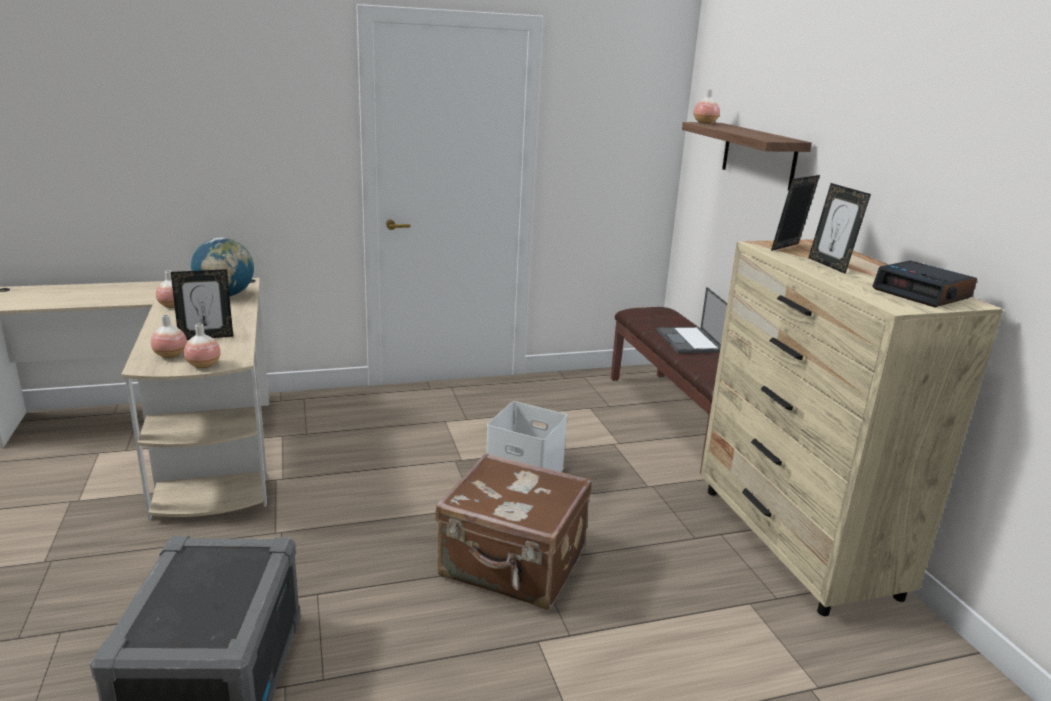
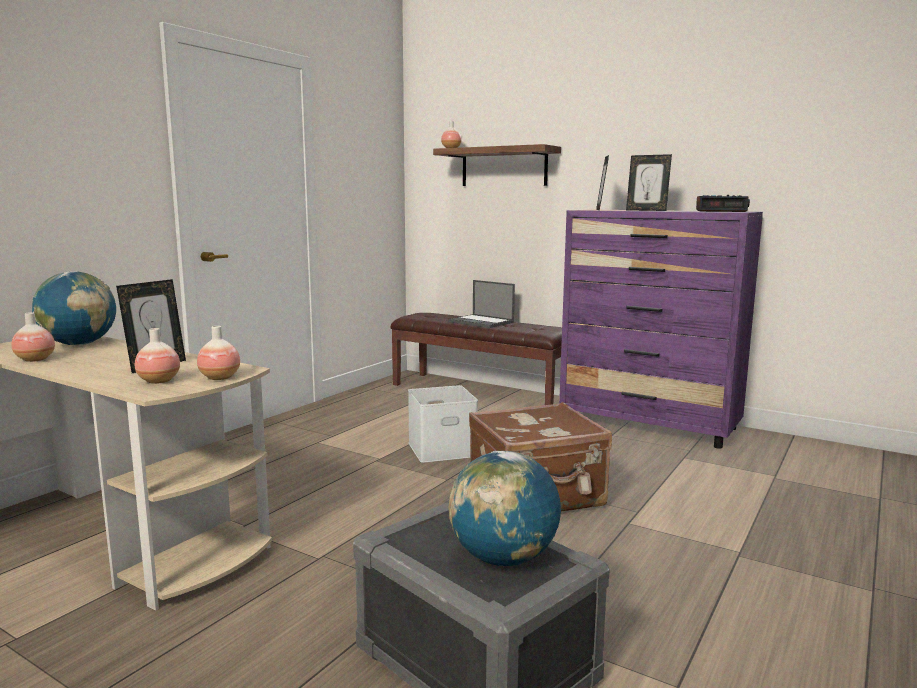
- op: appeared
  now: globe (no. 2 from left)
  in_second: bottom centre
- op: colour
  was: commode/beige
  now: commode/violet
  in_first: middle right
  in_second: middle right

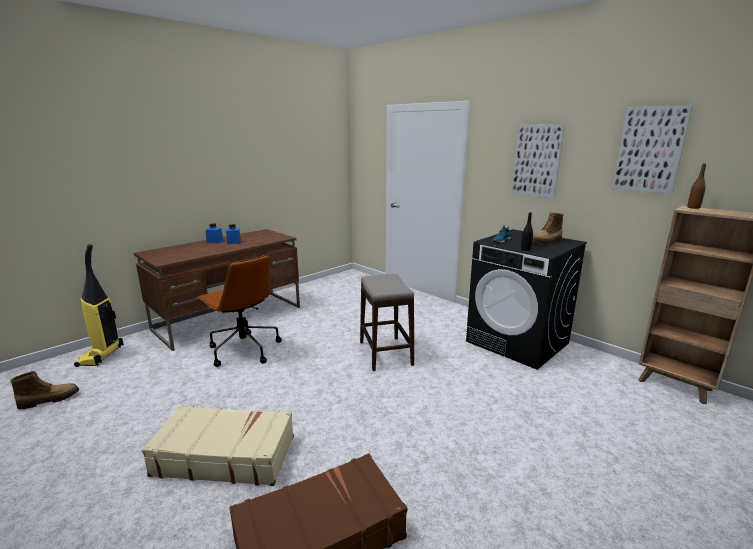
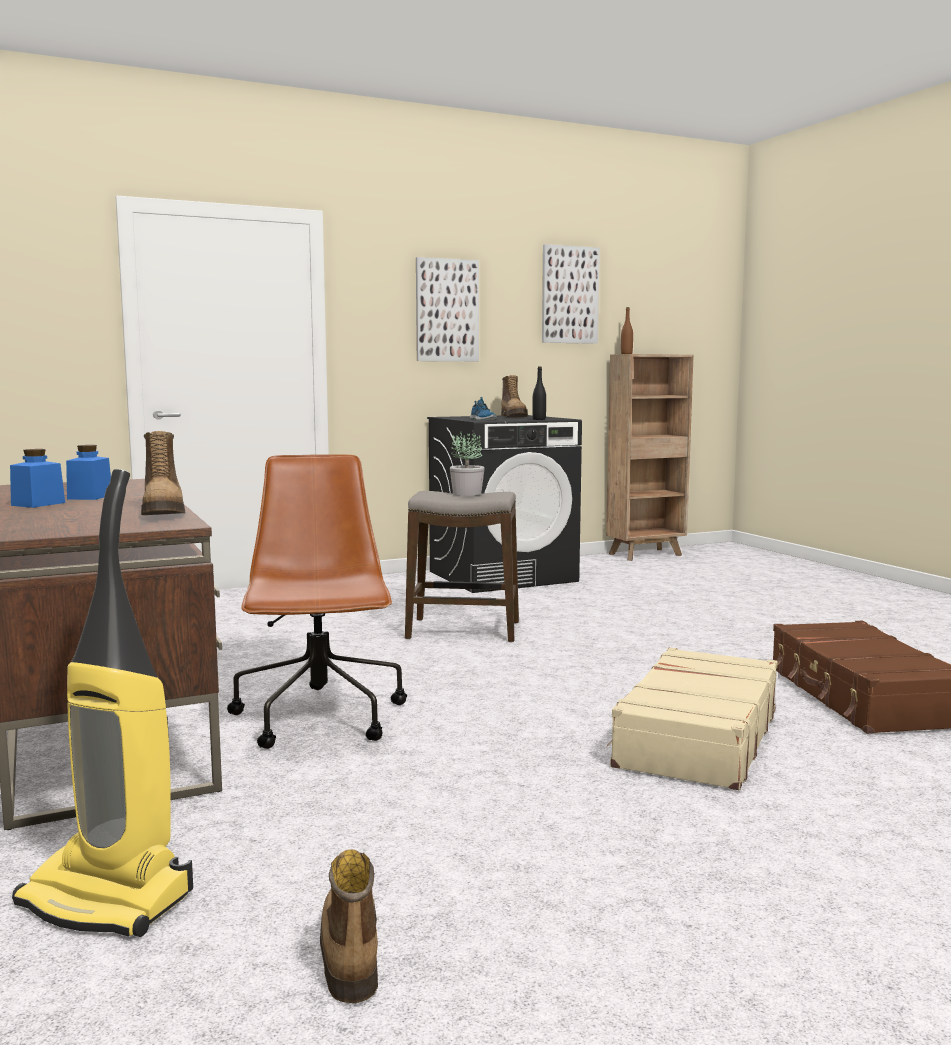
- op: appeared
  now: botte (no. 1 from left)
  in_second: middle left
- op: appeared
  now: plante en pot
  in_second: centre
- op: spun
  was: chaise de bureau/marron
  in_first: middle left
  in_second: centre
  clockwise: -75

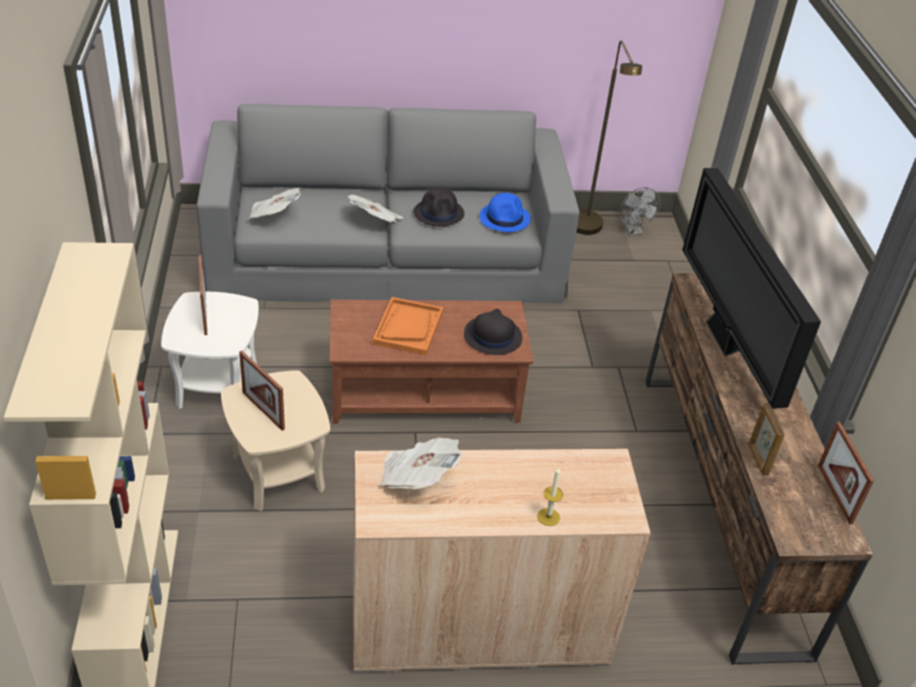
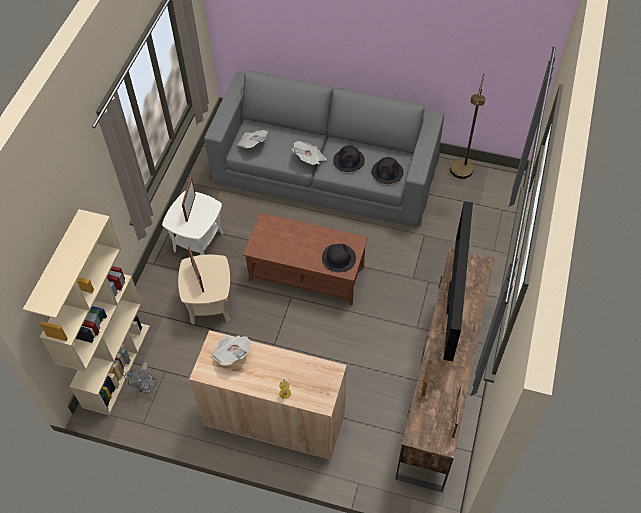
- op: missing
  was: plateau/orange
  in_first: centre
- op: relocated
  was: ventilateur/gris
  in_first: top right
  in_second: bottom left
- op: colour
  was: chapeau/bleu
  now: chapeau/noir (no. 3 from left)
  in_first: top centre
  in_second: top centre

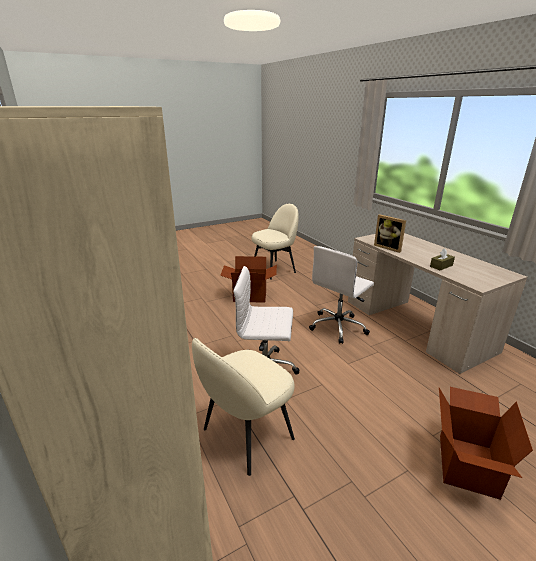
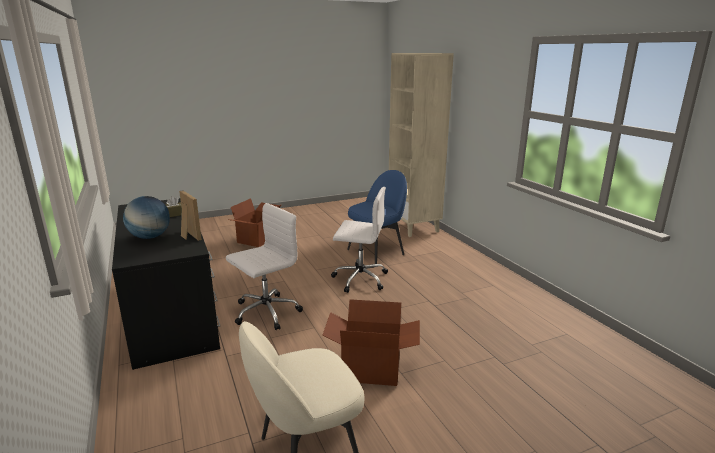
- op: appeared
  now: globe
  in_second: middle left
- op: colour
  was: chaise/beige (no. 1 from left)
  now: chaise/bleu
  in_first: bottom centre
  in_second: centre
- op: colour
  was: bureau/beige
  now: bureau/noir
  in_first: middle right
  in_second: middle left

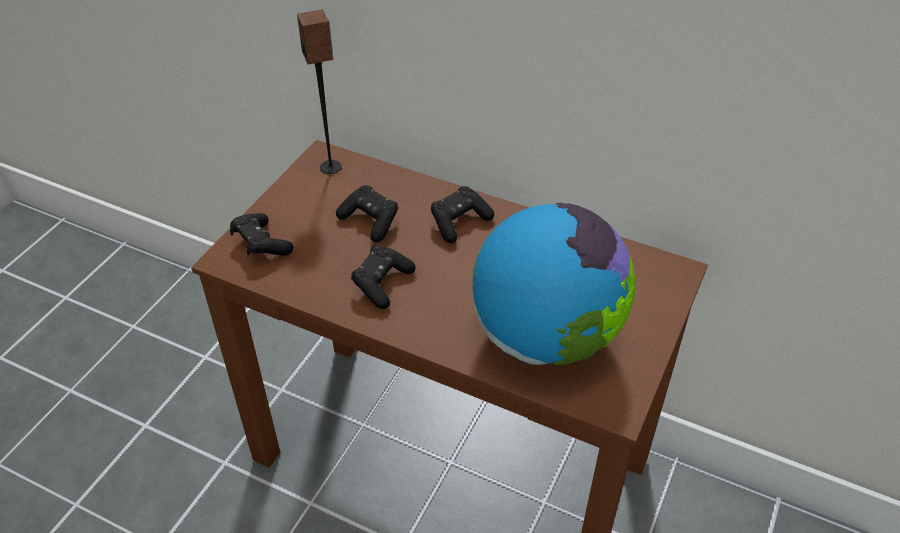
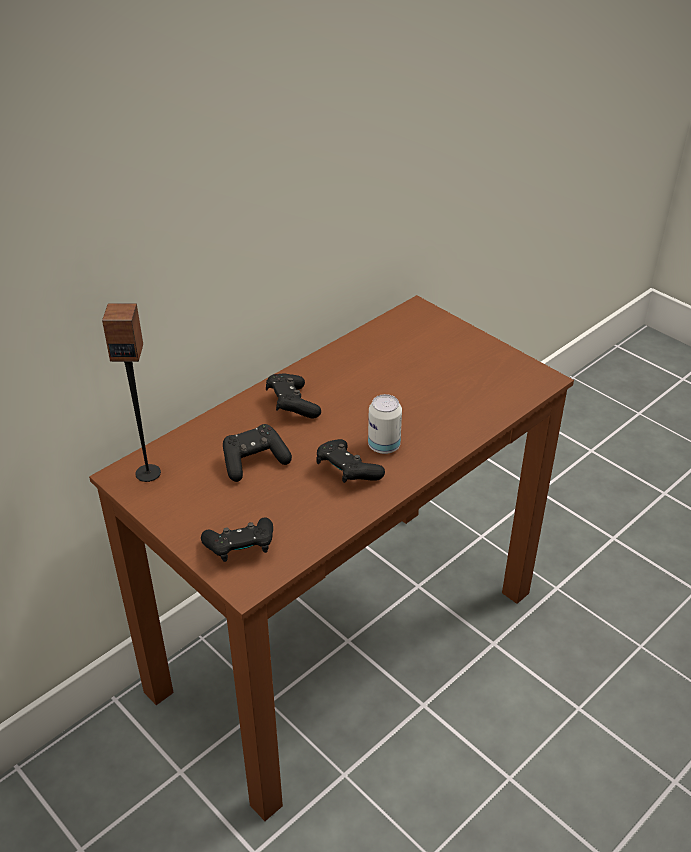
- op: missing
  was: globe
  in_first: centre
- op: appeared
  now: boîte métallique
  in_second: centre

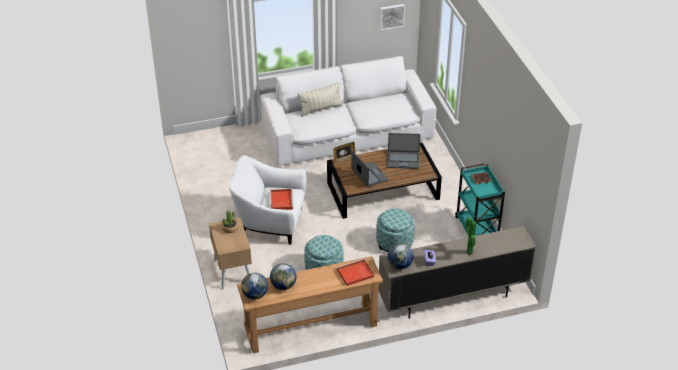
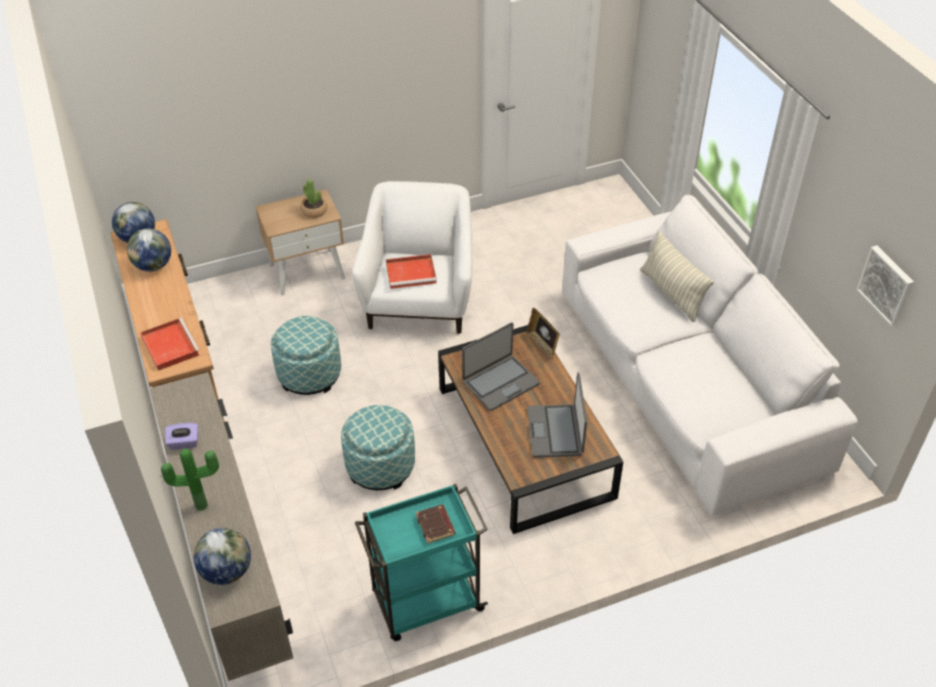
- op: relocated
  was: globe (no. 3 from left)
  in_first: bottom centre
  in_second: bottom left

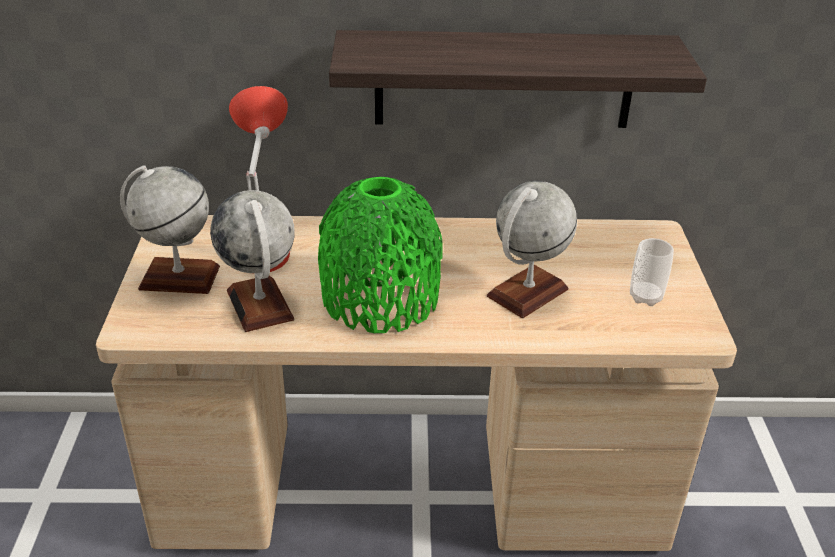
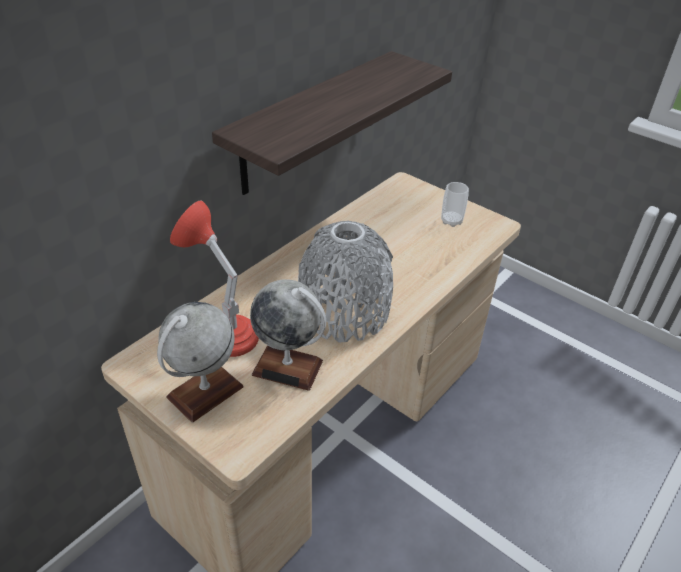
- op: missing
  was: globe (no. 3 from left)
  in_first: centre
- op: colour
  was: vase/vert
  now: vase/gris
  in_first: centre
  in_second: centre

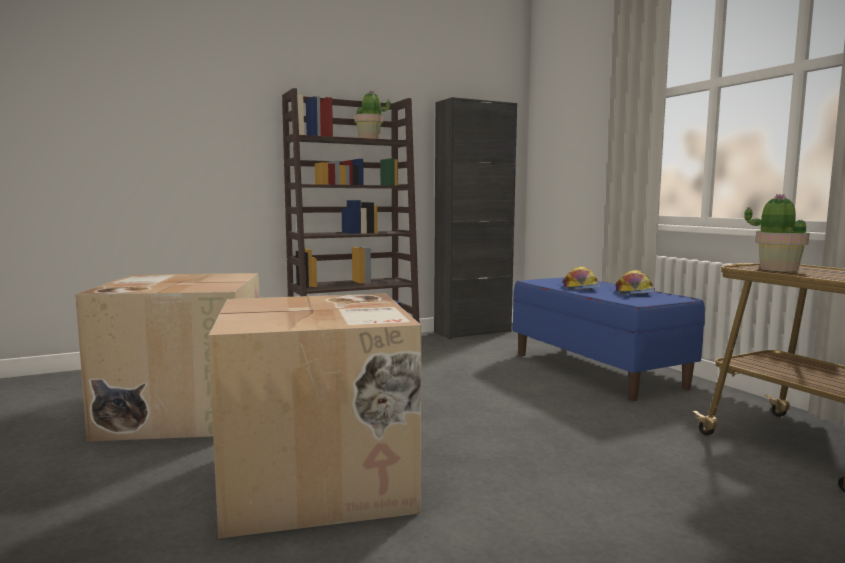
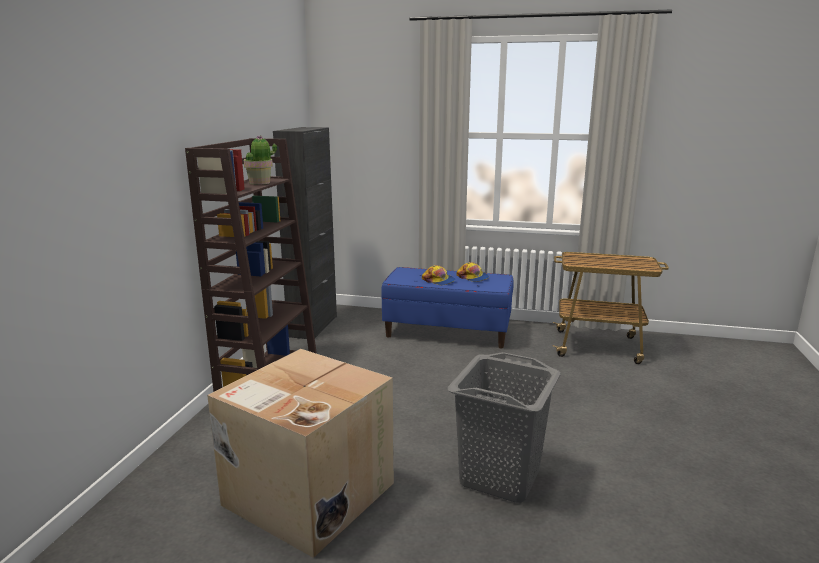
- op: missing
  was: plante en pot (no. 2 from left)
  in_first: middle right
- op: exchanged
  was: carton (no. 2 from left)
  now: panier à linge/gris
  in_first: bottom centre
  in_second: bottom centre

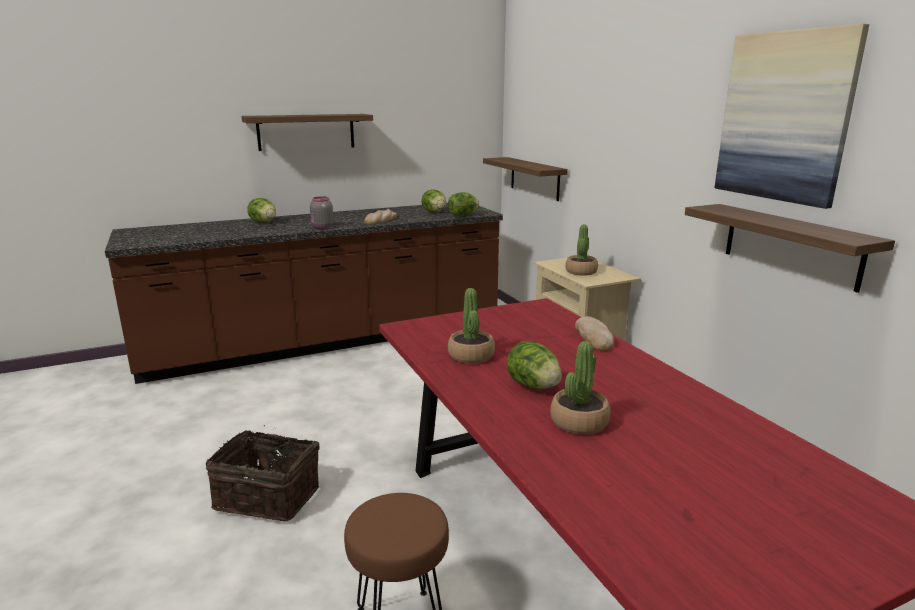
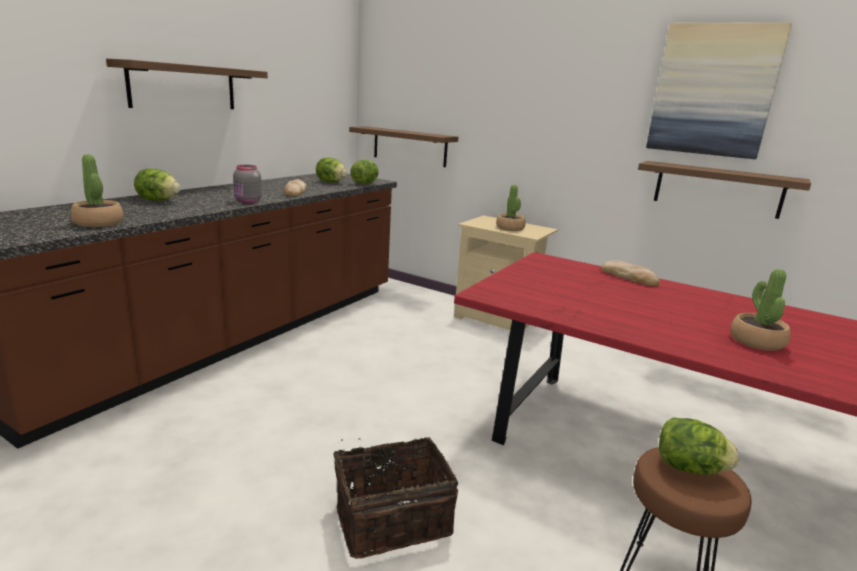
- op: relocated
  was: plante en pot (no. 1 from left)
  in_first: centre
  in_second: top left
- op: relocated
  was: laitue (no. 4 from left)
  in_first: centre
  in_second: bottom right

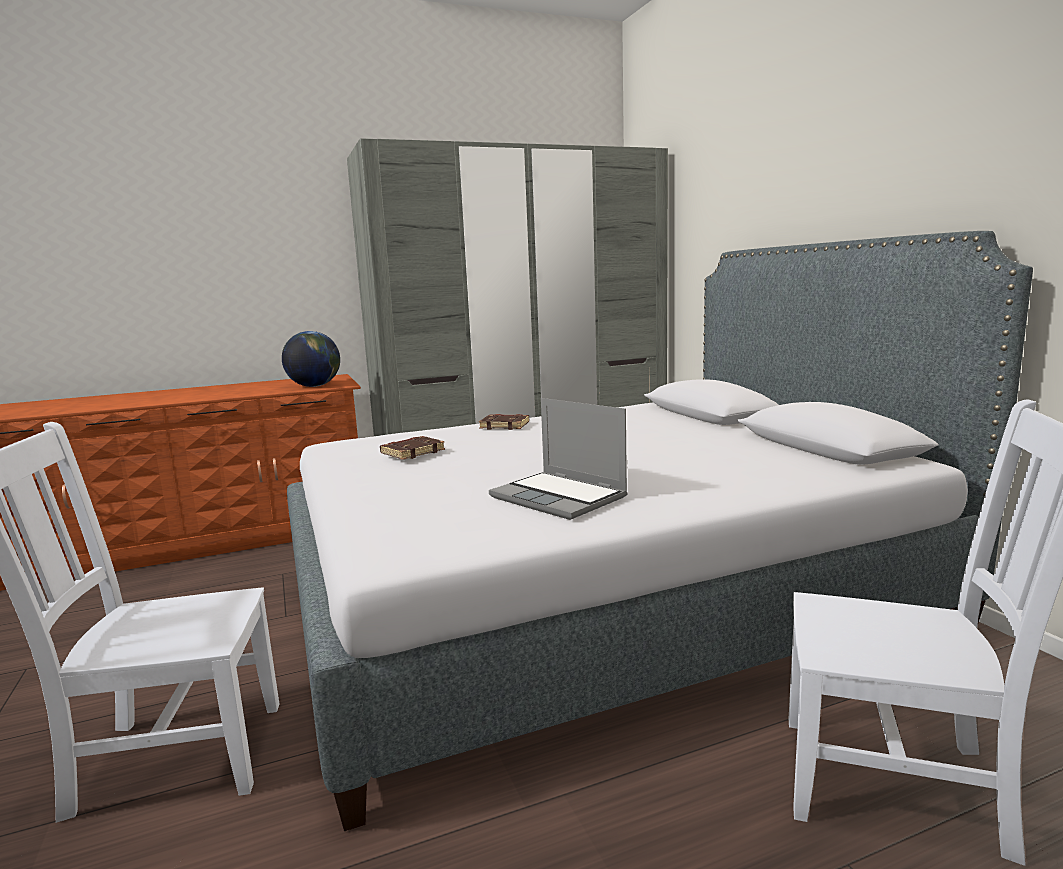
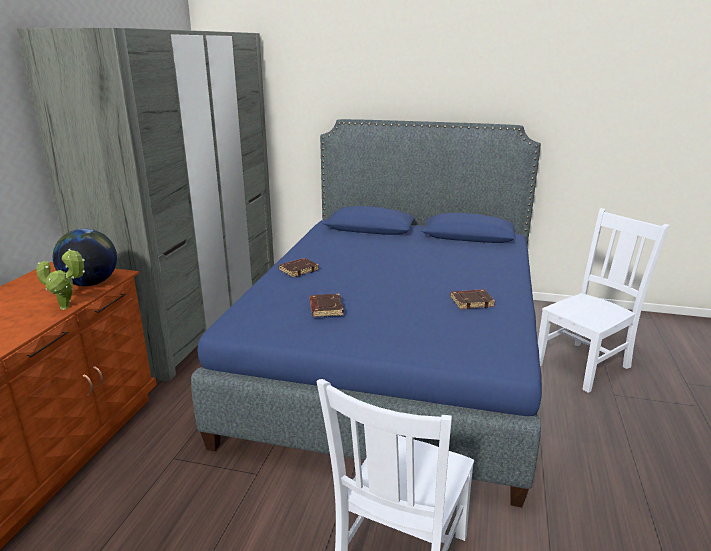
- op: appeared
  now: plante en pot
  in_second: middle left
- op: exchanged
  was: ordinateur portable
  now: livre/marron (no. 3 from left)
  in_first: centre
  in_second: centre
- op: colour
  was: lit/gris
  now: lit/bleu
  in_first: centre
  in_second: centre

